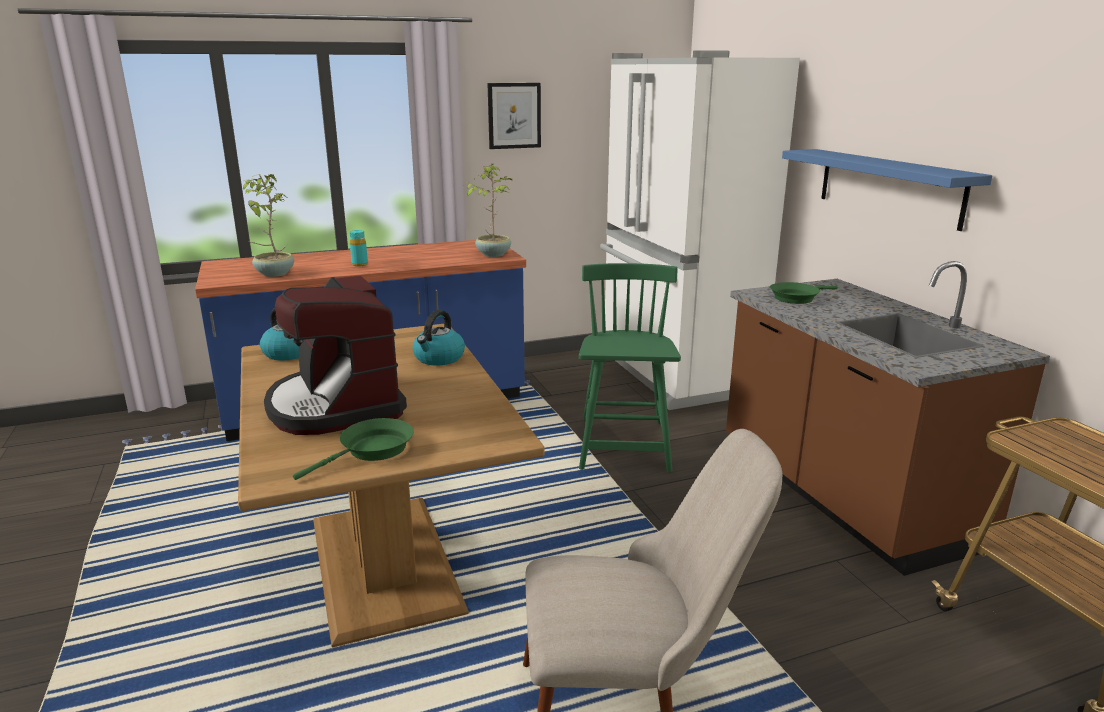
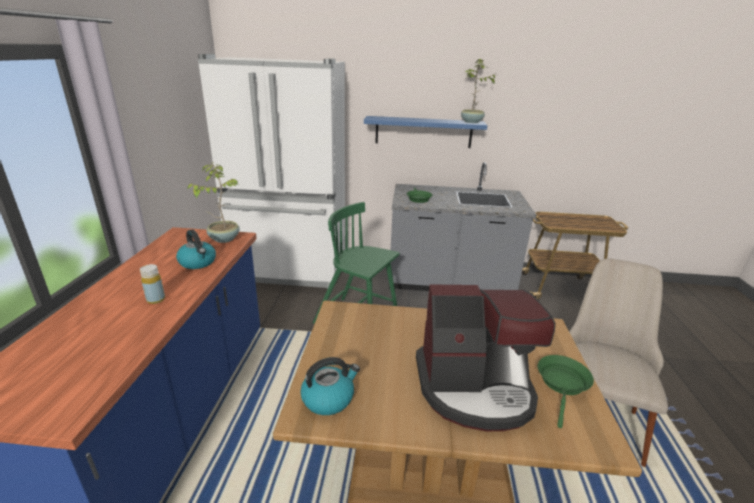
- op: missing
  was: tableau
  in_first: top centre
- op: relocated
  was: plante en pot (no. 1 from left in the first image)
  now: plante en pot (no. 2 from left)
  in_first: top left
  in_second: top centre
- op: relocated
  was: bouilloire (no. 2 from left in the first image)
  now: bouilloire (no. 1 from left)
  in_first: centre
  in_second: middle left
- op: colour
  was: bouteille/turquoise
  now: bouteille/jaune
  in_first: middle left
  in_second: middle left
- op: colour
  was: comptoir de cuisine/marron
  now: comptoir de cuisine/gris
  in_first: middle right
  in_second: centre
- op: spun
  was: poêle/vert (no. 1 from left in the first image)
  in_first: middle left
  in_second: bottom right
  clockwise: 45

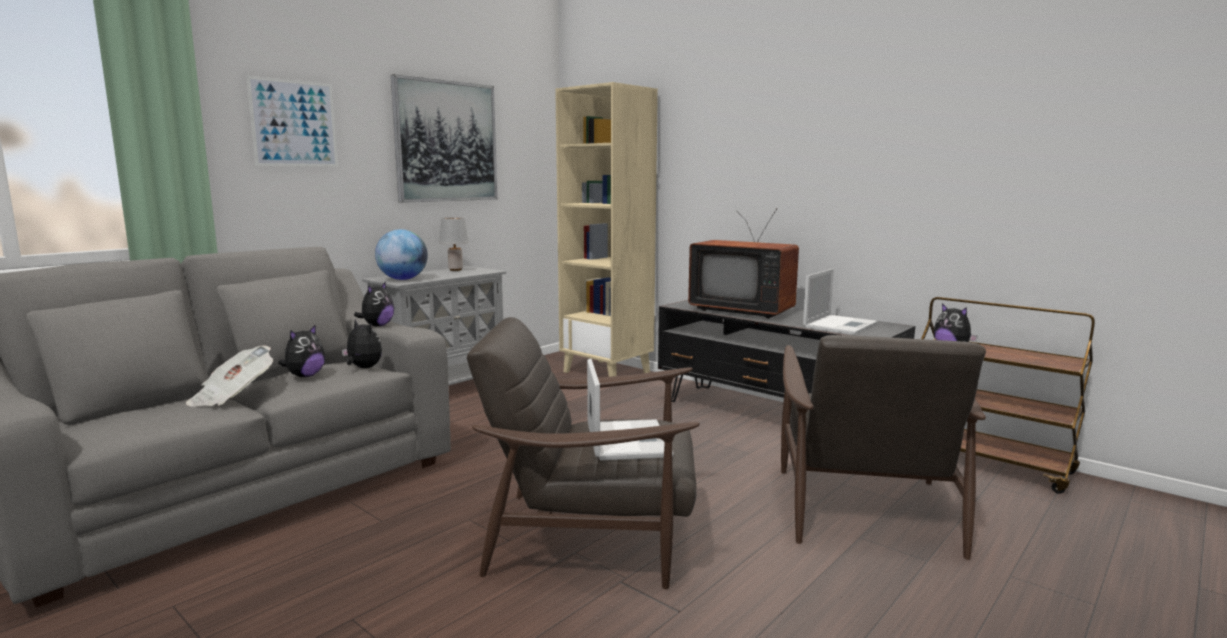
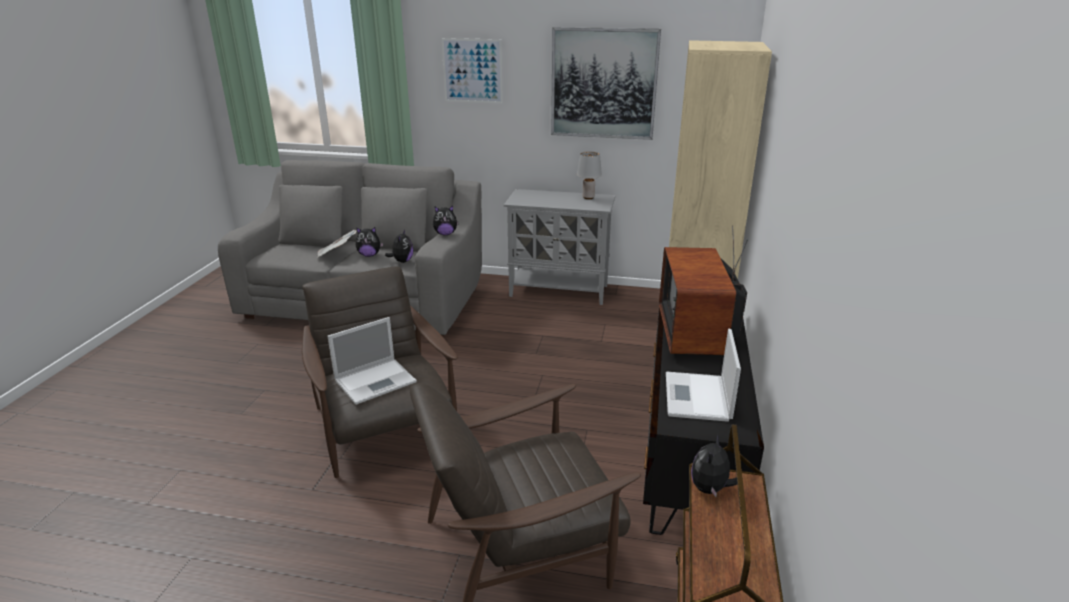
- op: missing
  was: globe
  in_first: middle left
- op: spun
  was: ordinateur portable (no. 2 from left)
  in_first: middle right
  in_second: centre
  clockwise: 90

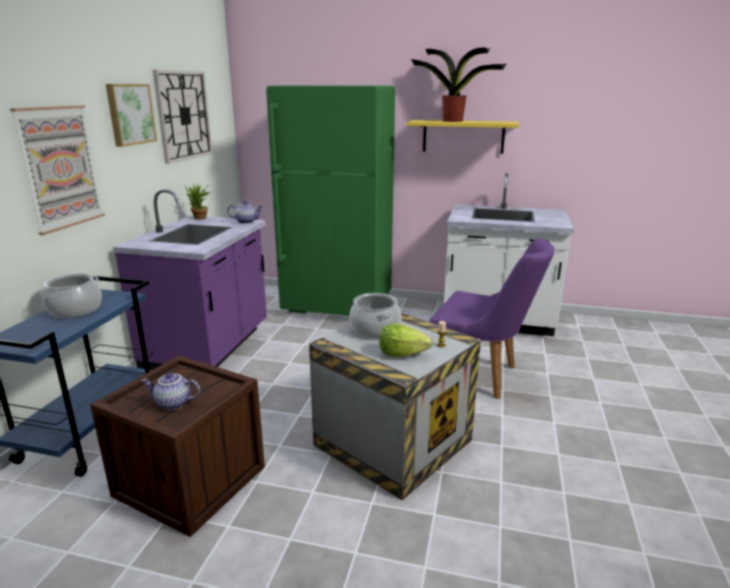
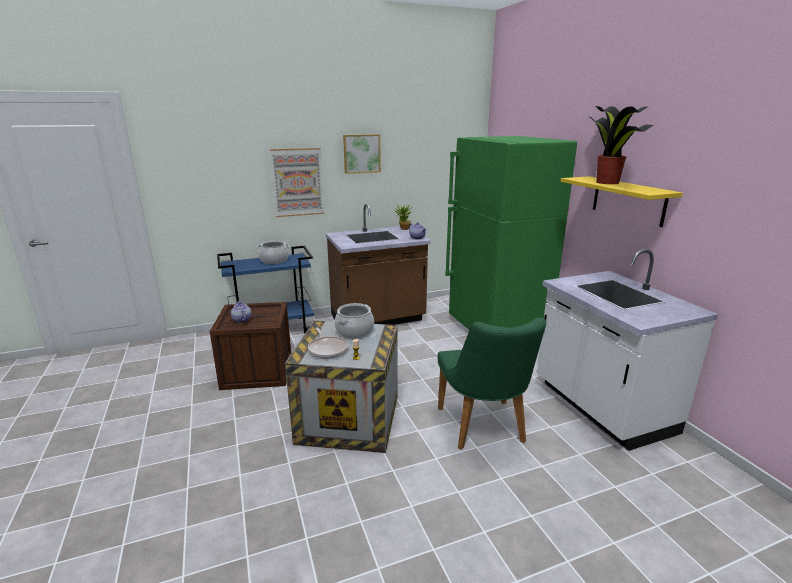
- op: missing
  was: horloge murale
  in_first: top left
- op: exchanged
  was: laitue
  now: poêle
  in_first: centre
  in_second: centre
- op: colour
  was: comptoir de cuisine/violet
  now: comptoir de cuisine/marron
  in_first: middle left
  in_second: centre
- op: colour
  was: chaise/violet
  now: chaise/vert
  in_first: middle right
  in_second: centre

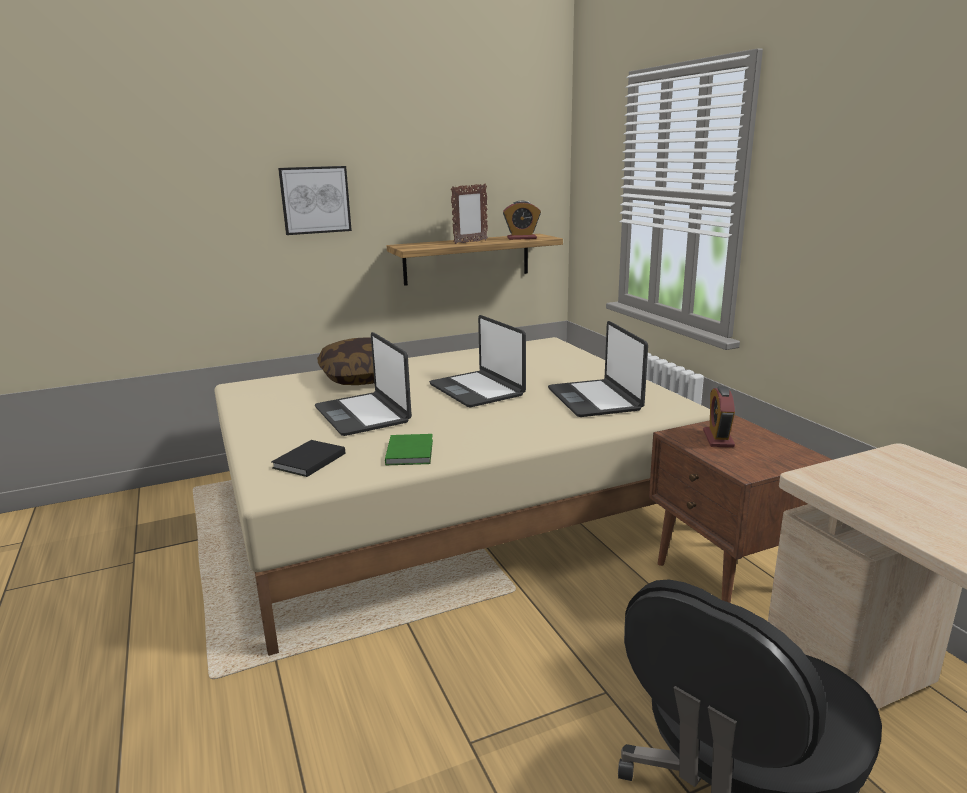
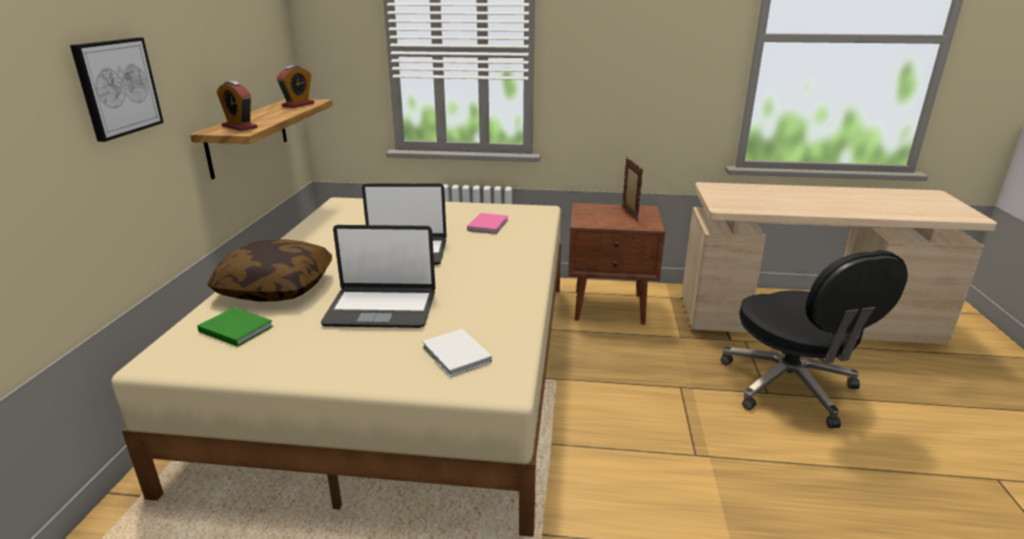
- op: relocated
  was: livre/vert
  in_first: centre
  in_second: middle left
- op: relocated
  was: cadre photo
  in_first: top centre
  in_second: centre
- op: relocated
  was: réveil (no. 2 from left in the first image)
  now: réveil (no. 1 from left)
  in_first: middle right
  in_second: top left
- op: exchanged
  was: ordinateur portable (no. 3 from left)
  now: livre/rose
  in_first: centre
  in_second: centre
- op: colour
  was: livre/noir
  now: livre/blanc
  in_first: middle left
  in_second: centre

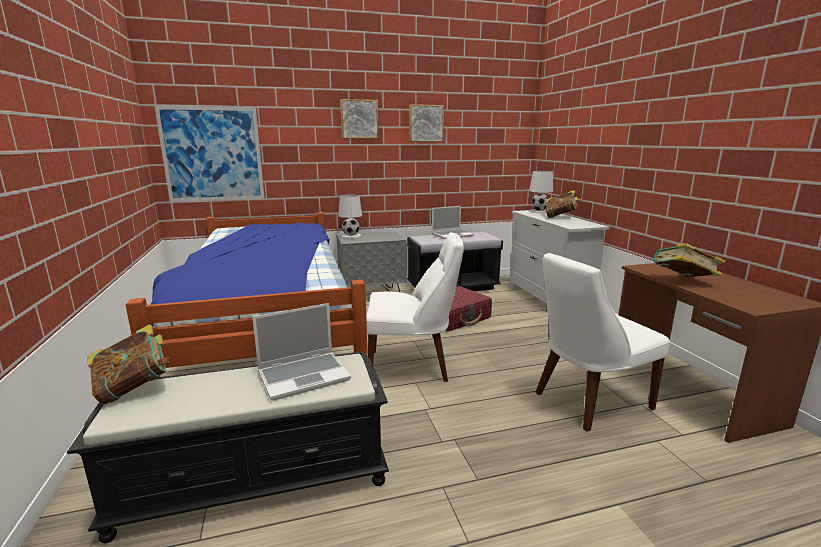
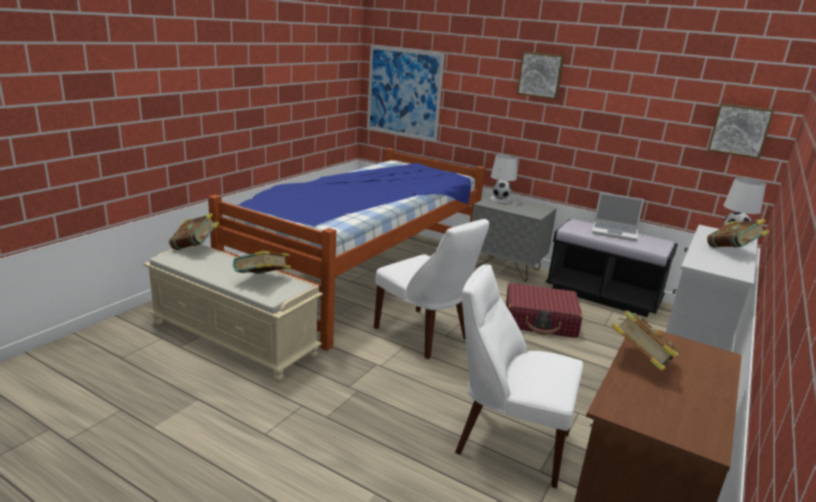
- op: relocated
  was: tableau (no. 3 from left)
  in_first: top centre
  in_second: top right
- op: exchanged
  was: ordinateur portable (no. 1 from left)
  now: livre (no. 2 from left)
  in_first: centre
  in_second: middle left
- op: colour
  was: banc/noir (no. 1 from left)
  now: banc/beige
  in_first: bottom left
  in_second: middle left

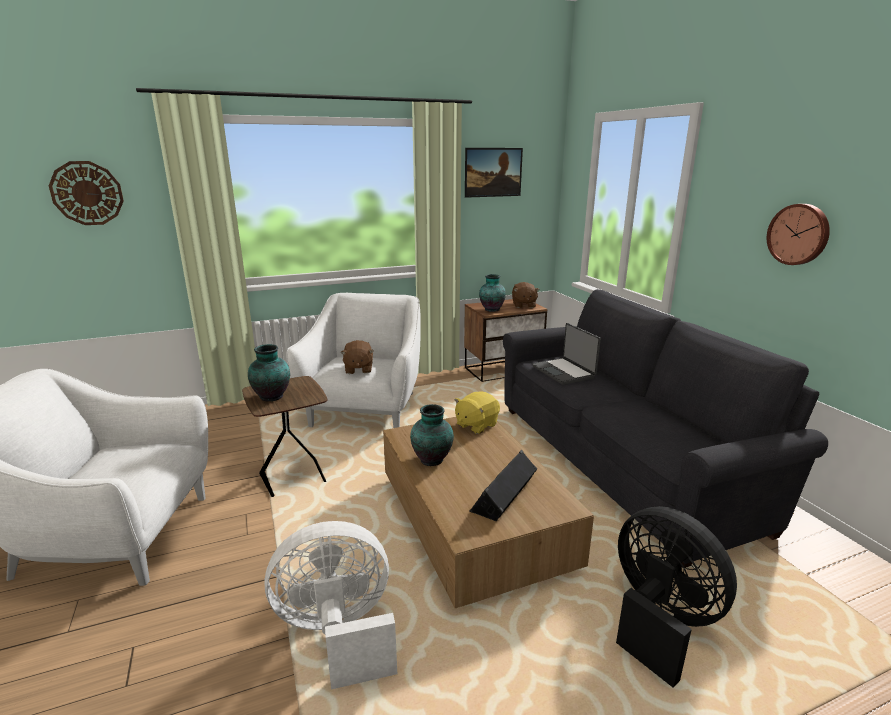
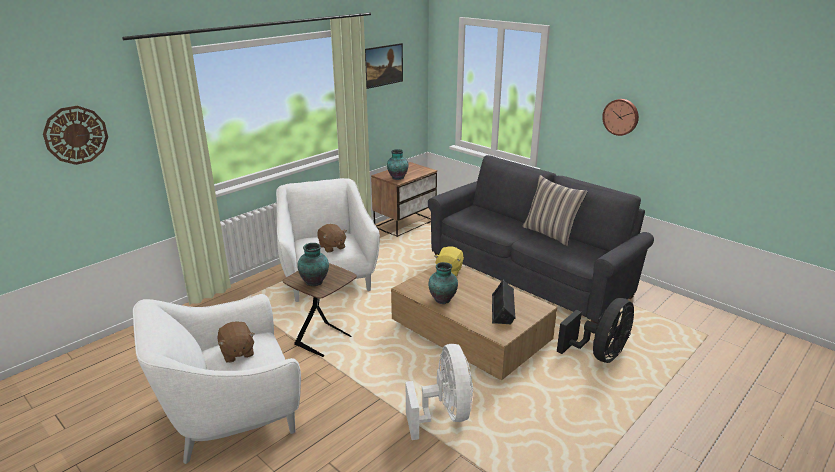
- op: missing
  was: ordinateur portable
  in_first: centre
- op: appeared
  now: coussin
  in_second: centre
- op: relocated
  was: peluche/marron (no. 2 from left in the first image)
  now: peluche/marron (no. 1 from left)
  in_first: centre
  in_second: bottom left
- op: spun
  was: ventilateur/blanc
  in_first: bottom centre
  in_second: bottom centre
  clockwise: 120
- op: spun
  was: ventilateur/noir
  in_first: bottom right
  in_second: bottom right
  clockwise: 105

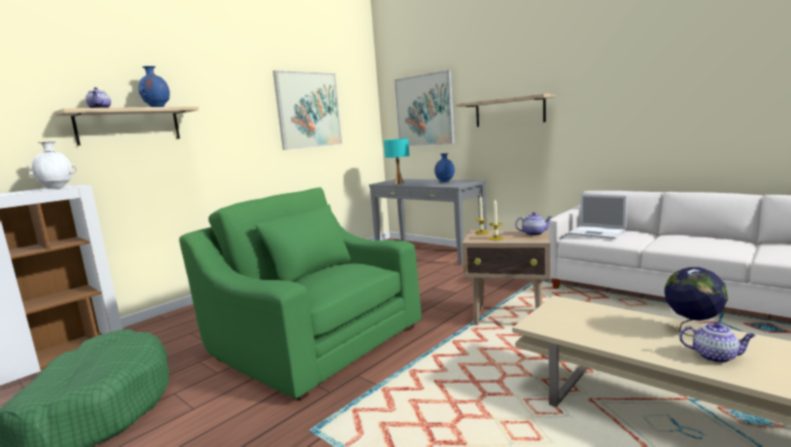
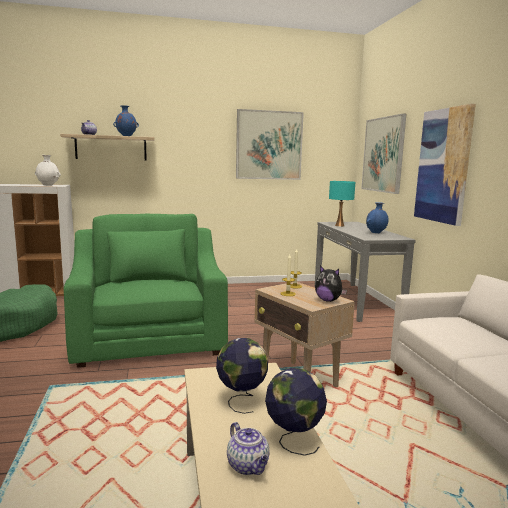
- op: missing
  was: ordinateur portable
  in_first: middle right
- op: appeared
  now: globe (no. 1 from left)
  in_second: bottom centre
- op: exchanged
  was: étagère (no. 2 from left)
  now: tableau (no. 3 from left)
  in_first: top centre
  in_second: top right
- op: exchanged
  was: théière (no. 2 from left)
  now: peluche
  in_first: middle right
  in_second: centre

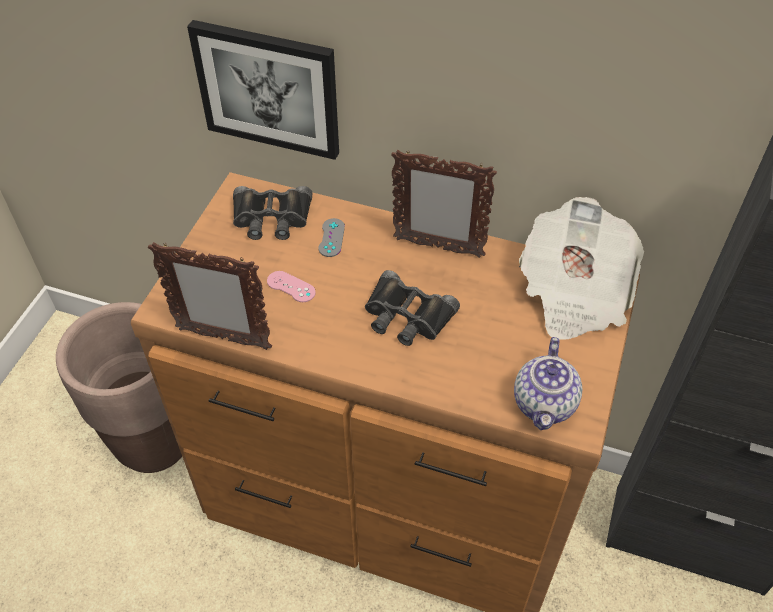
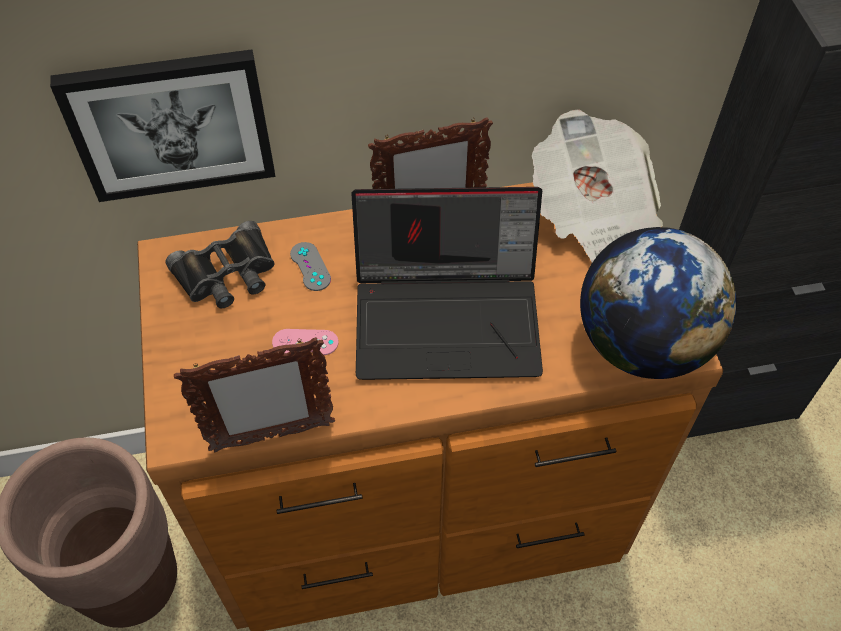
- op: exchanged
  was: jumelles/noir (no. 2 from left)
  now: ordinateur portable
  in_first: centre
  in_second: centre
- op: exchanged
  was: théière
  now: globe
  in_first: middle right
  in_second: middle right

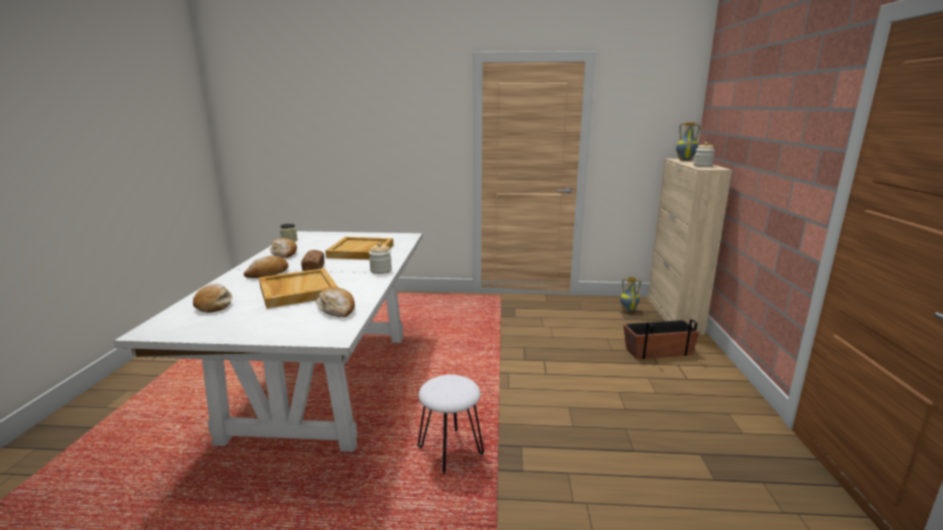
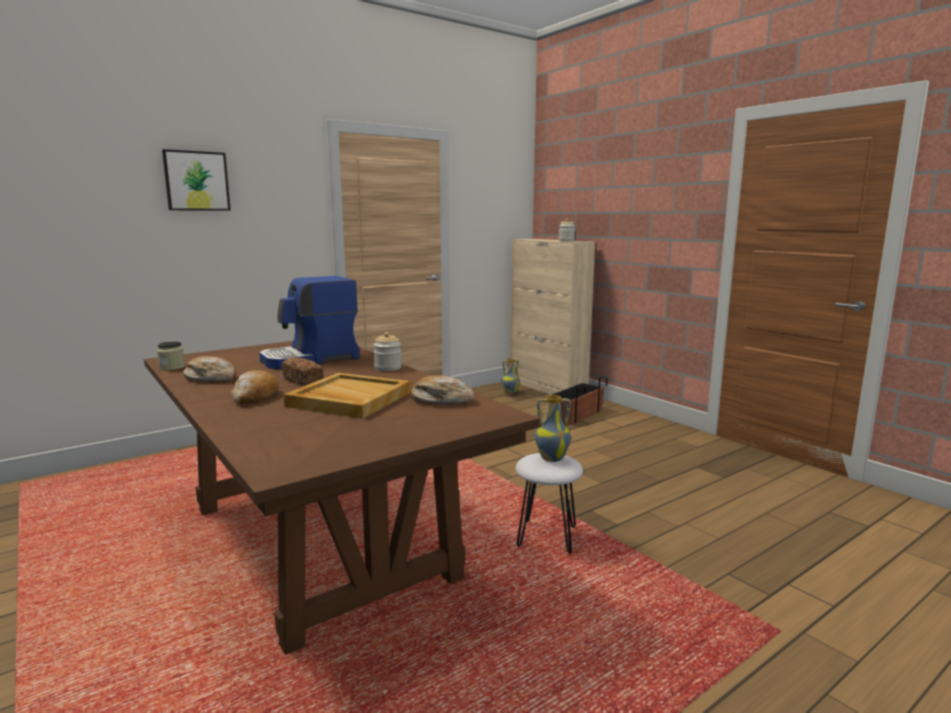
- op: missing
  was: pain (no. 1 from left)
  in_first: middle left
- op: appeared
  now: tableau
  in_second: top left
- op: relocated
  was: vase (no. 2 from left)
  in_first: top right
  in_second: centre
- op: exchanged
  was: plateau/beige (no. 2 from left)
  now: machine à café
  in_first: centre
  in_second: middle left
- op: colour
  was: table à manger/blanc
  now: table à manger/marron
  in_first: middle left
  in_second: bottom centre

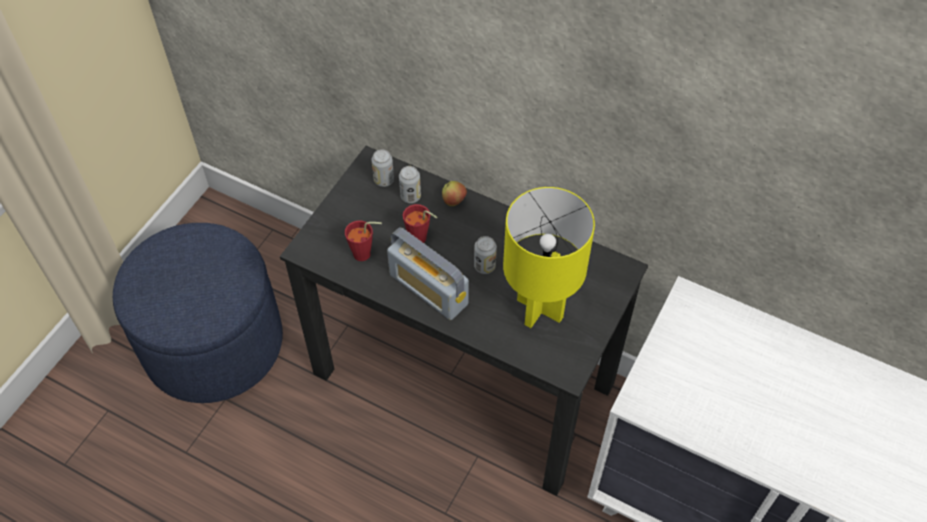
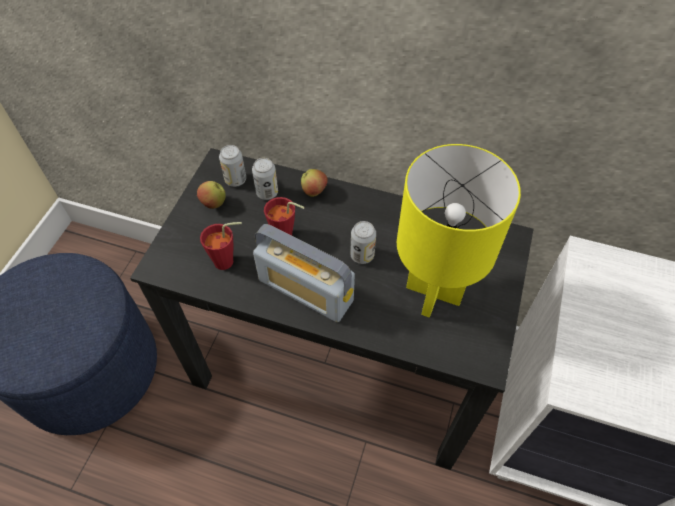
- op: appeared
  now: pomme (no. 1 from left)
  in_second: middle left

